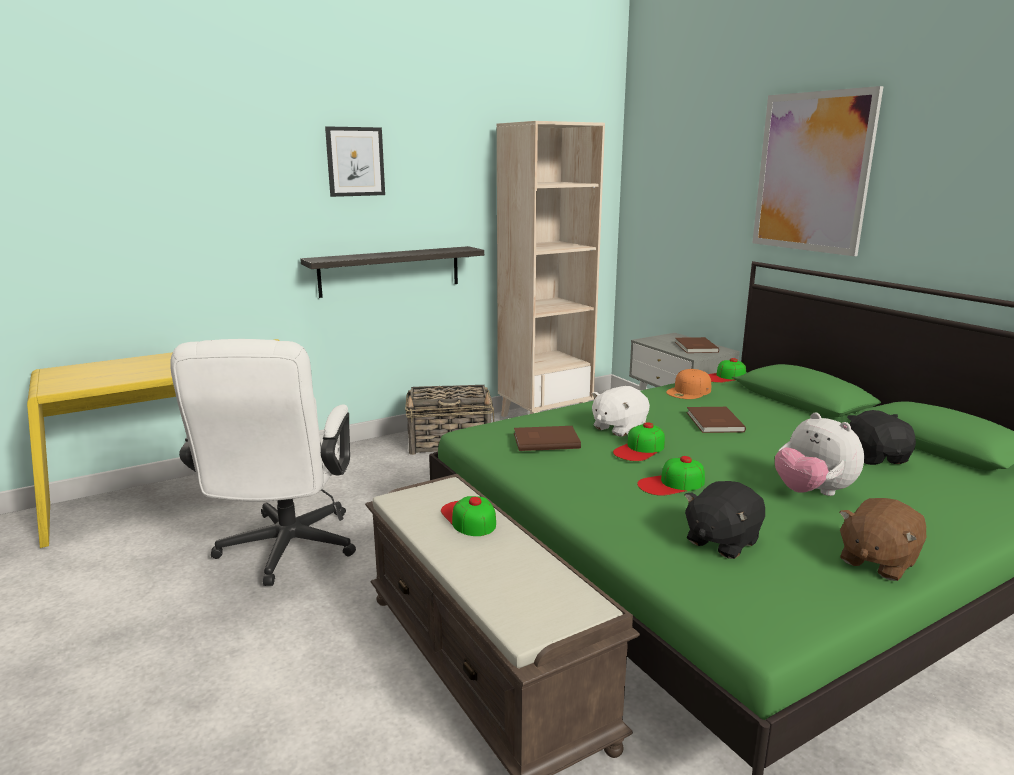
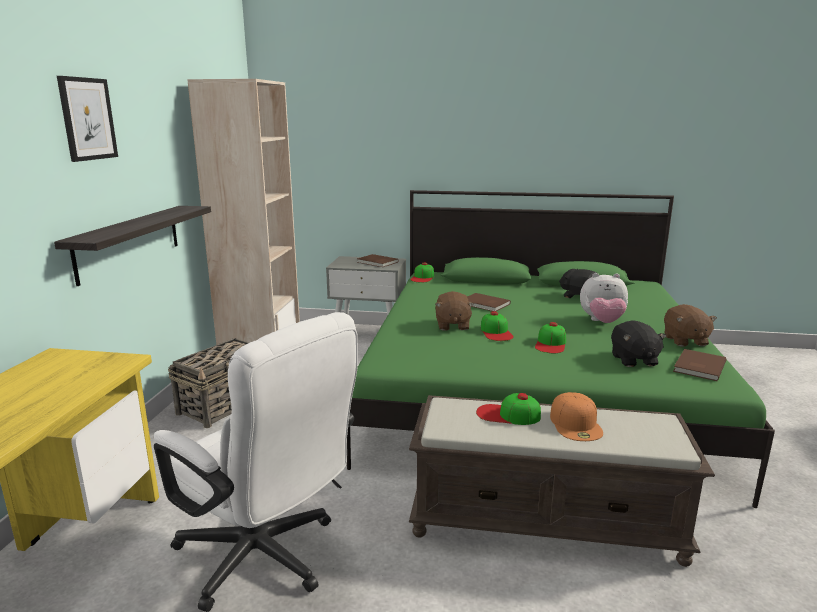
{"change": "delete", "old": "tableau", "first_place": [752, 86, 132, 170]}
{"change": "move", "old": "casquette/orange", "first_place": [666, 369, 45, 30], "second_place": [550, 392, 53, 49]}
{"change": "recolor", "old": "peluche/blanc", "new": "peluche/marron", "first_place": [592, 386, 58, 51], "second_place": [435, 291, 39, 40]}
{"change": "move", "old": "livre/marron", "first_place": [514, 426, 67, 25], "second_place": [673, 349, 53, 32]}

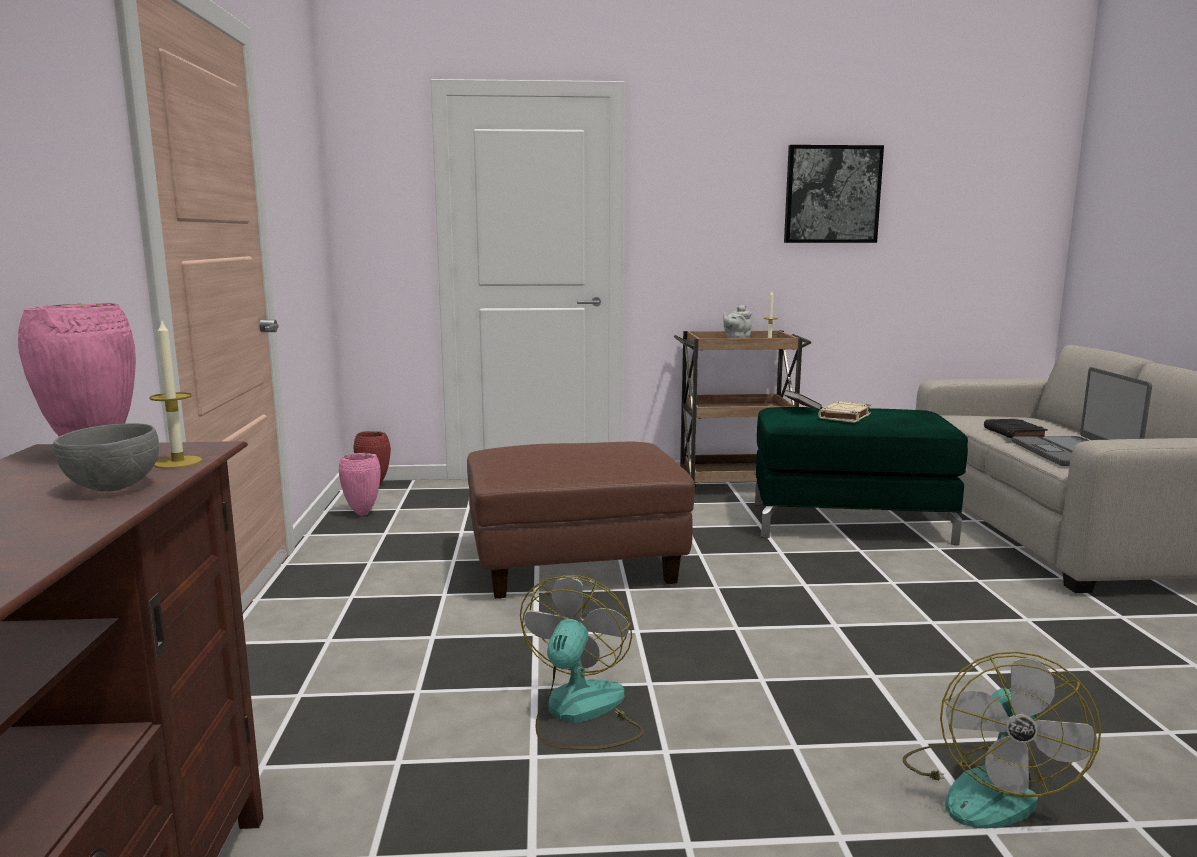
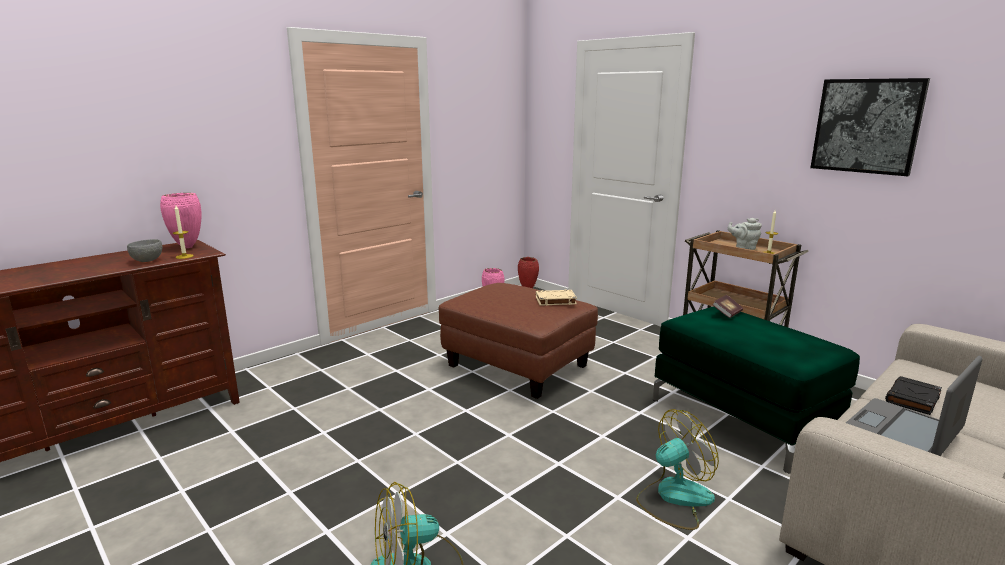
{"change": "move", "old": "livre/beige", "first_place": [818, 401, 53, 22], "second_place": [536, 290, 41, 16]}
{"change": "move", "old": "ventilateur", "first_place": [520, 575, 124, 175], "second_place": [636, 409, 83, 121]}

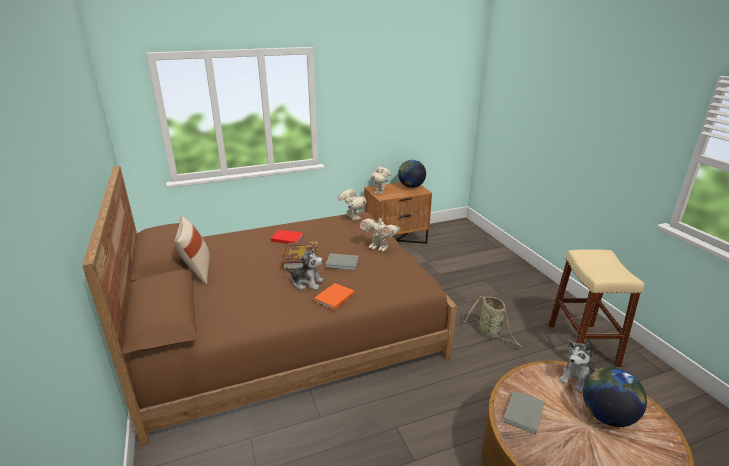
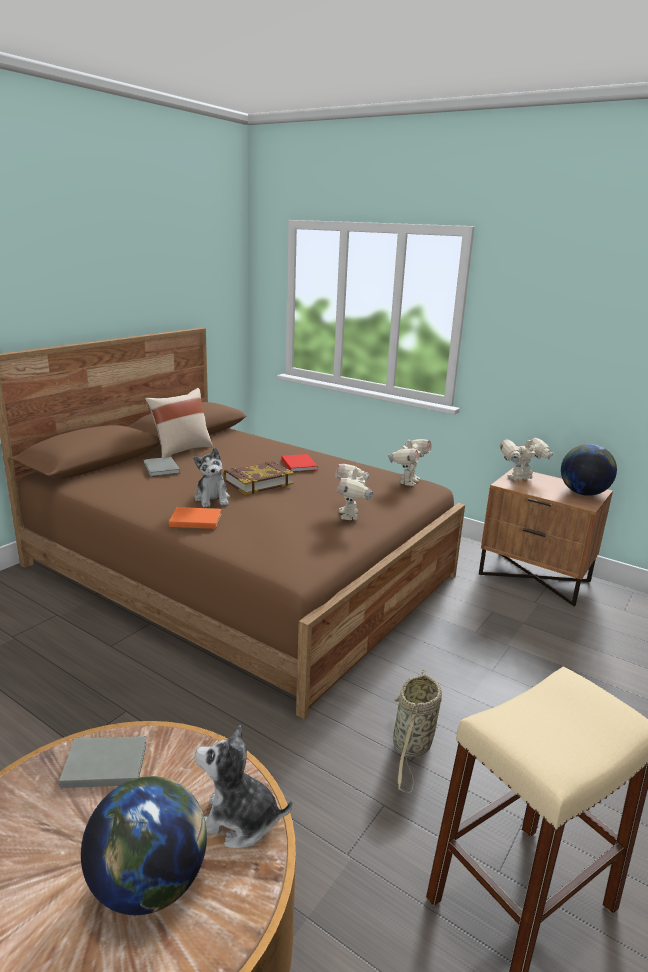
{"change": "move", "old": "livre/gris", "first_place": [325, 253, 34, 17], "second_place": [143, 457, 37, 20]}

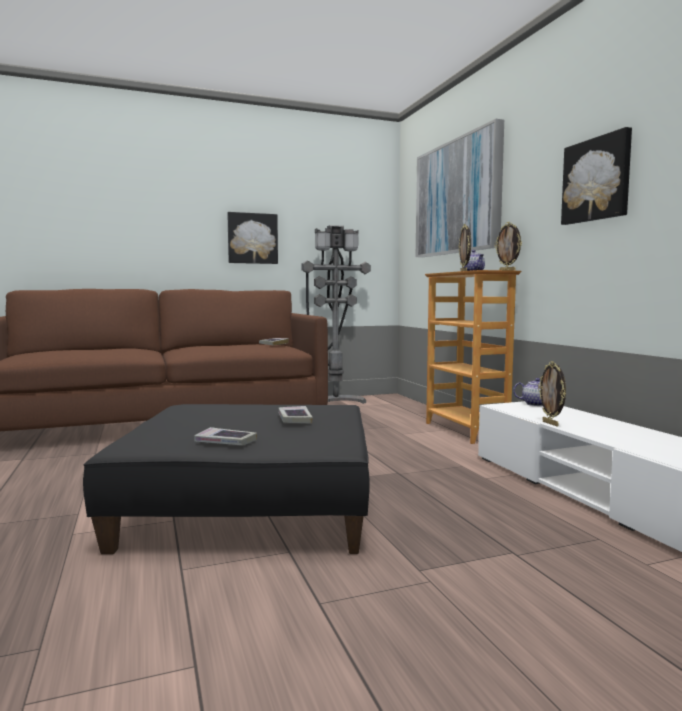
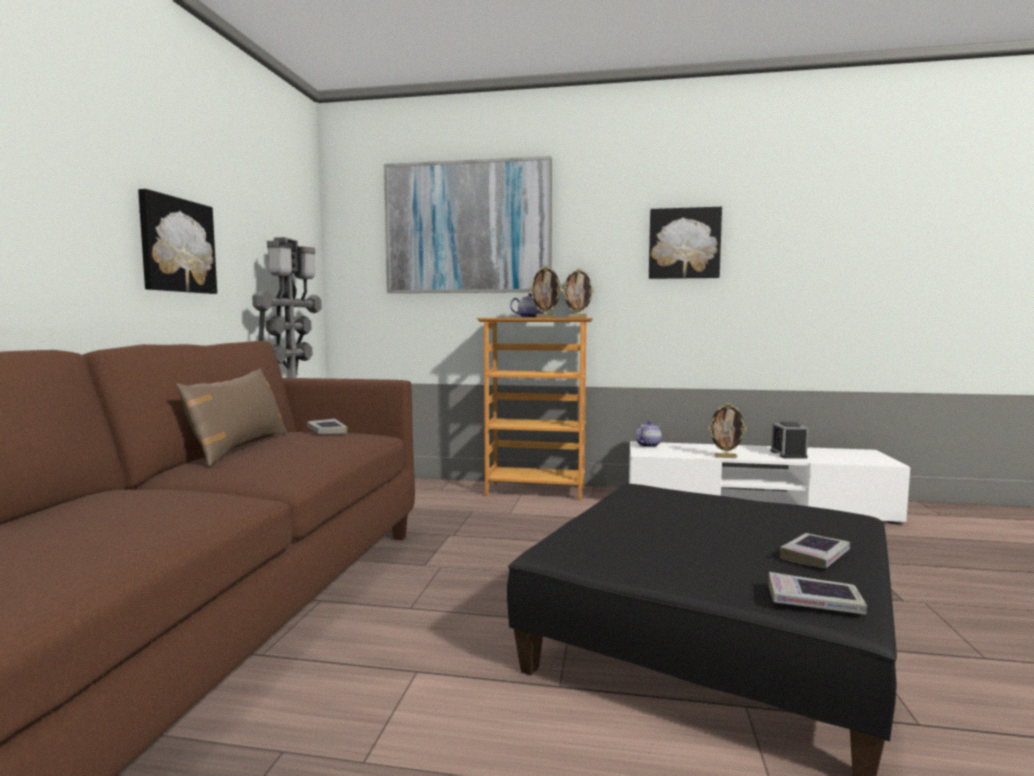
{"change": "move", "old": "livre", "first_place": [278, 406, 35, 18], "second_place": [769, 572, 98, 43]}
{"change": "insert", "new": "coussin/marron", "second_place": [176, 368, 111, 99]}
{"change": "insert", "new": "réveil", "second_place": [771, 422, 37, 37]}

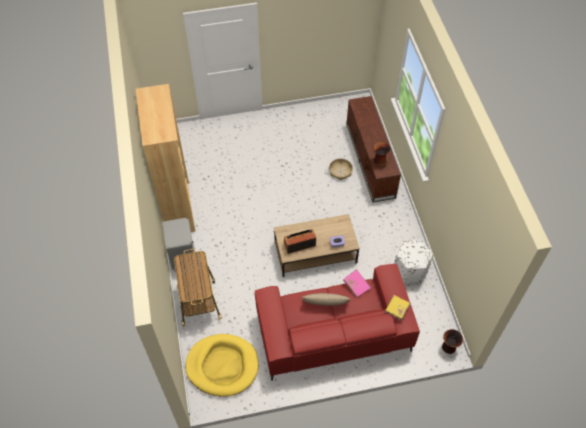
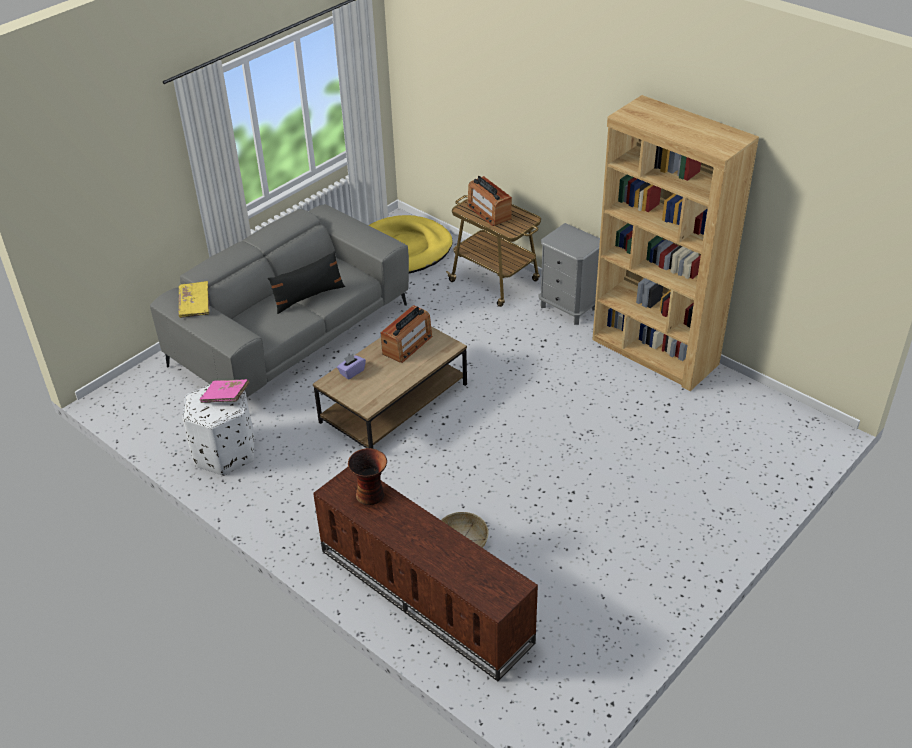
{"change": "recolor", "old": "canapé/rouge", "new": "canapé/gris", "first_place": [255, 264, 165, 117], "second_place": [150, 204, 259, 193]}
{"change": "move", "old": "livre/rose", "first_place": [343, 269, 28, 29], "second_place": [199, 379, 51, 24]}
{"change": "recolor", "old": "coussin/beige", "new": "coussin/noir", "first_place": [302, 293, 48, 12], "second_place": [268, 251, 77, 63]}
{"change": "delete", "old": "vase", "first_place": [442, 329, 21, 25]}
{"change": "insert", "new": "radio", "second_place": [467, 176, 45, 50]}

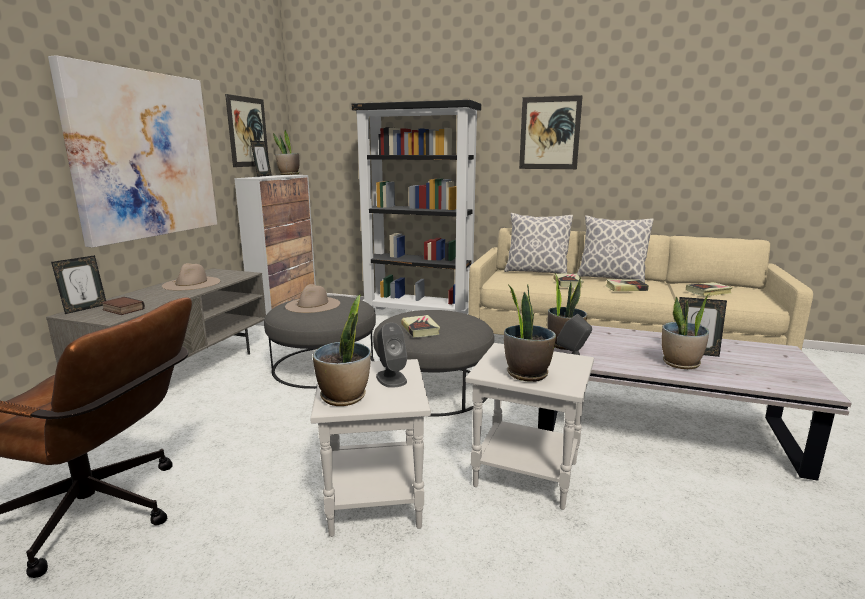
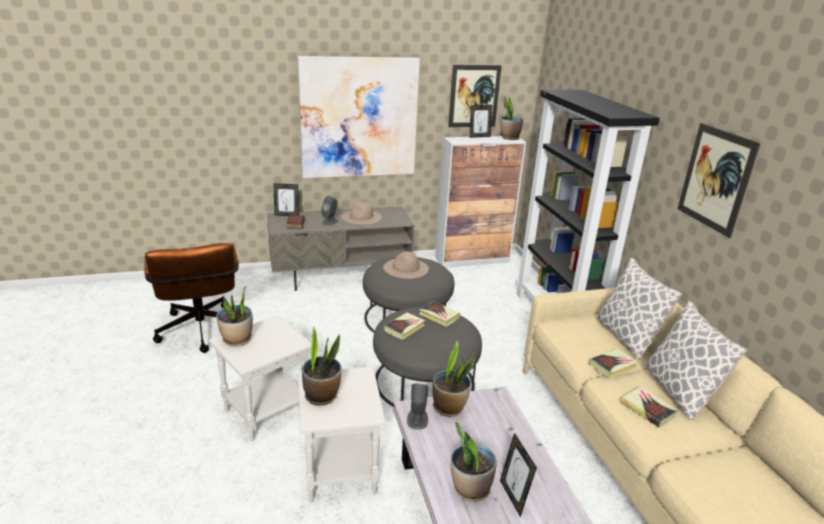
{"change": "move", "old": "livre", "first_place": [686, 282, 47, 14], "second_place": [419, 301, 41, 26]}
{"change": "move", "old": "enceinte/gris", "first_place": [376, 322, 31, 66], "second_place": [321, 196, 17, 29]}

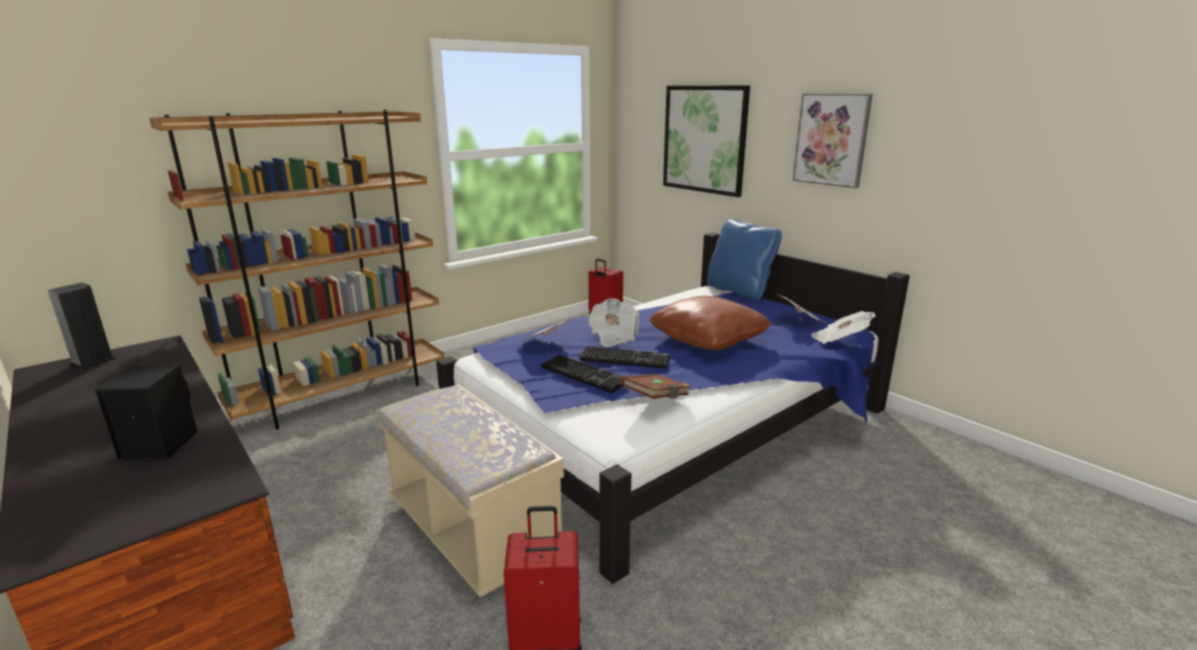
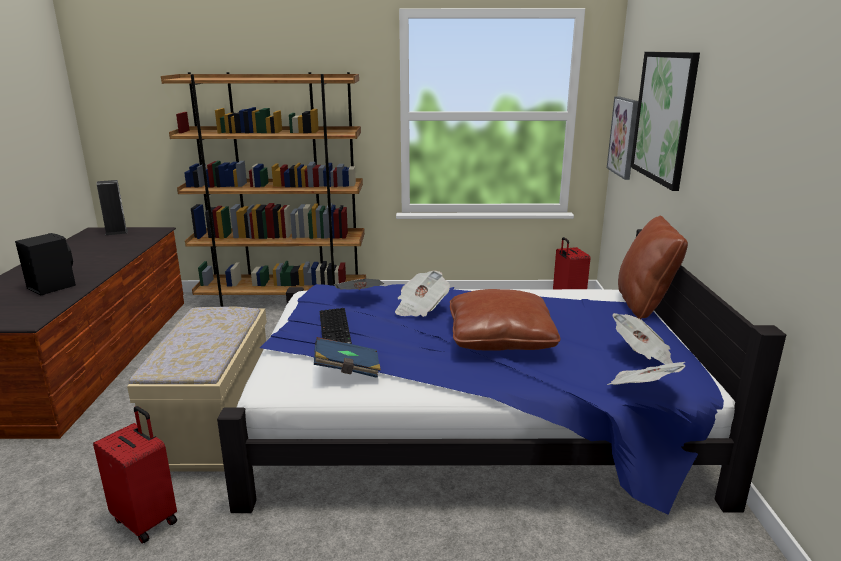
{"change": "move", "old": "tableau", "first_place": [793, 93, 80, 95], "second_place": [607, 96, 31, 84]}
{"change": "recolor", "old": "coussin/bleu", "new": "coussin/marron", "first_place": [707, 219, 75, 82], "second_place": [618, 216, 70, 103]}
{"change": "delete", "old": "clavier", "first_place": [579, 346, 91, 23]}
{"change": "recolor", "old": "livre/marron", "new": "livre/bleu", "first_place": [619, 374, 72, 25], "second_place": [314, 337, 67, 41]}

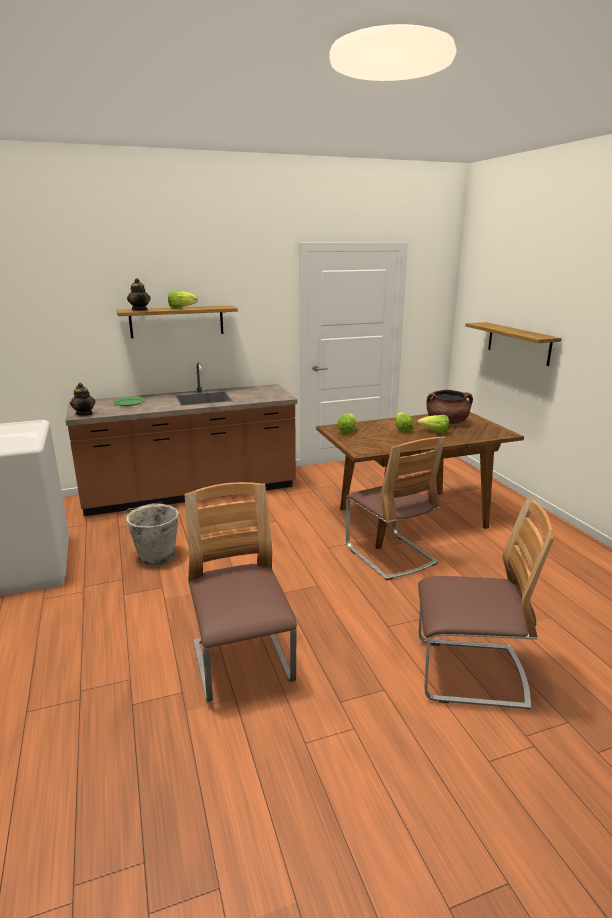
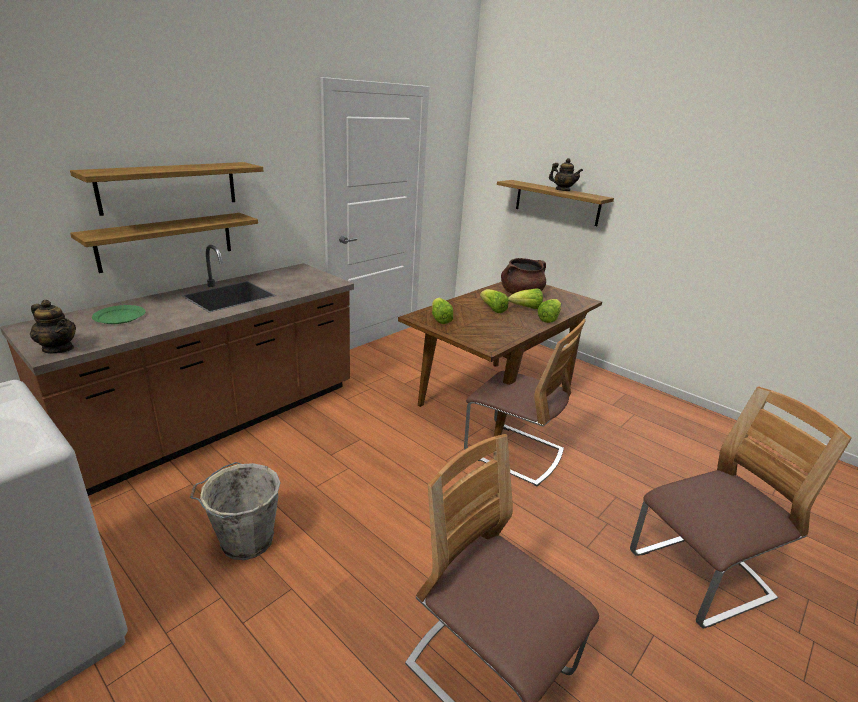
{"change": "move", "old": "théière", "first_place": [127, 278, 24, 33], "second_place": [549, 158, 34, 33]}
{"change": "move", "old": "laitue", "first_place": [168, 291, 30, 18], "second_place": [537, 299, 24, 24]}
{"change": "insert", "new": "étagère", "second_place": [70, 213, 188, 60]}

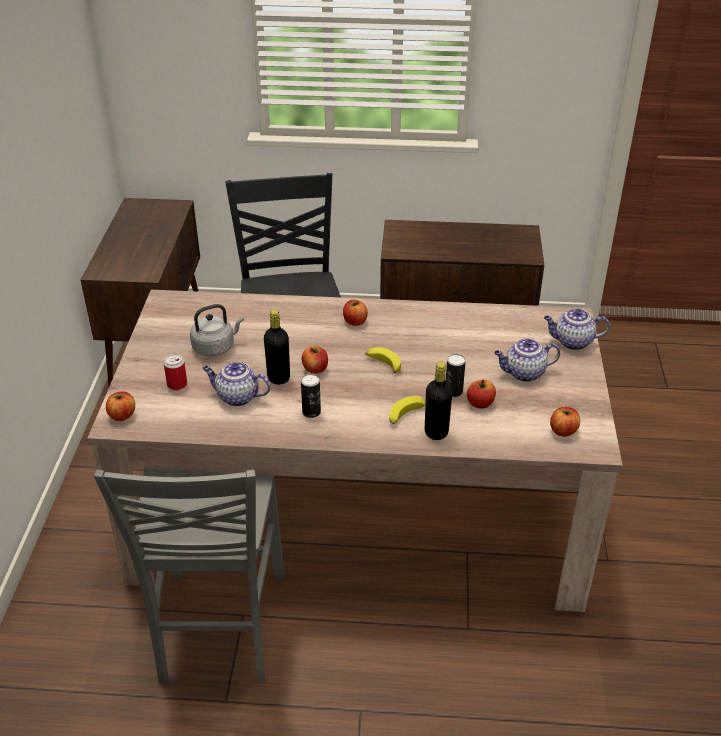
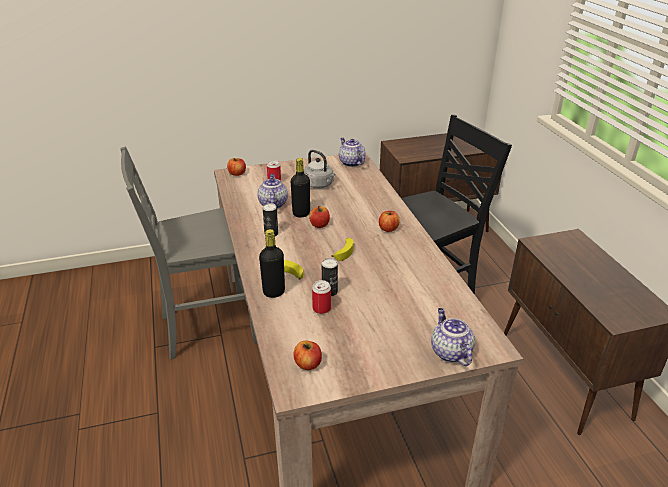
{"change": "move", "old": "théière", "first_place": [494, 338, 66, 44], "second_place": [339, 138, 26, 29]}
{"change": "replace", "old": "pomme", "new": "boîte métallique", "first_place": [467, 379, 29, 30], "second_place": [312, 280, 19, 34]}

